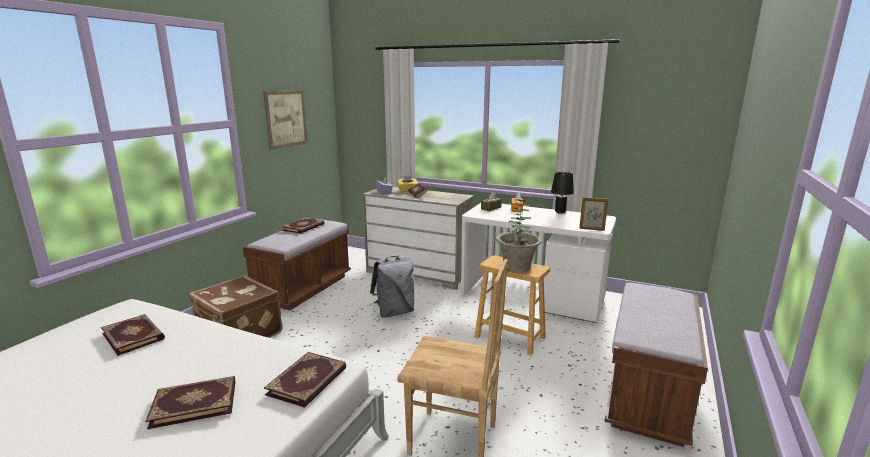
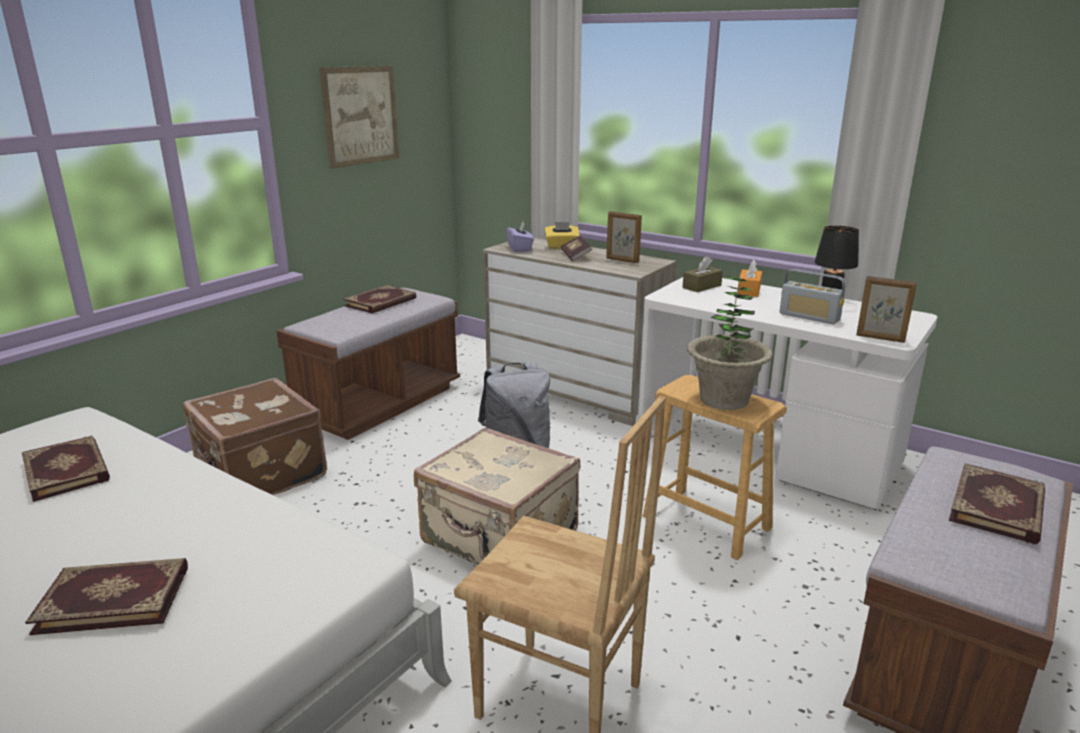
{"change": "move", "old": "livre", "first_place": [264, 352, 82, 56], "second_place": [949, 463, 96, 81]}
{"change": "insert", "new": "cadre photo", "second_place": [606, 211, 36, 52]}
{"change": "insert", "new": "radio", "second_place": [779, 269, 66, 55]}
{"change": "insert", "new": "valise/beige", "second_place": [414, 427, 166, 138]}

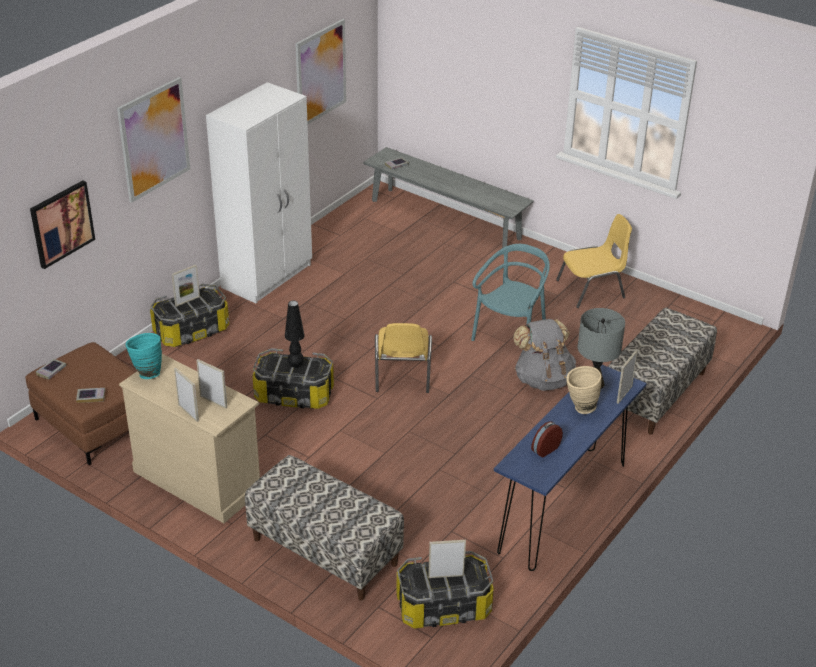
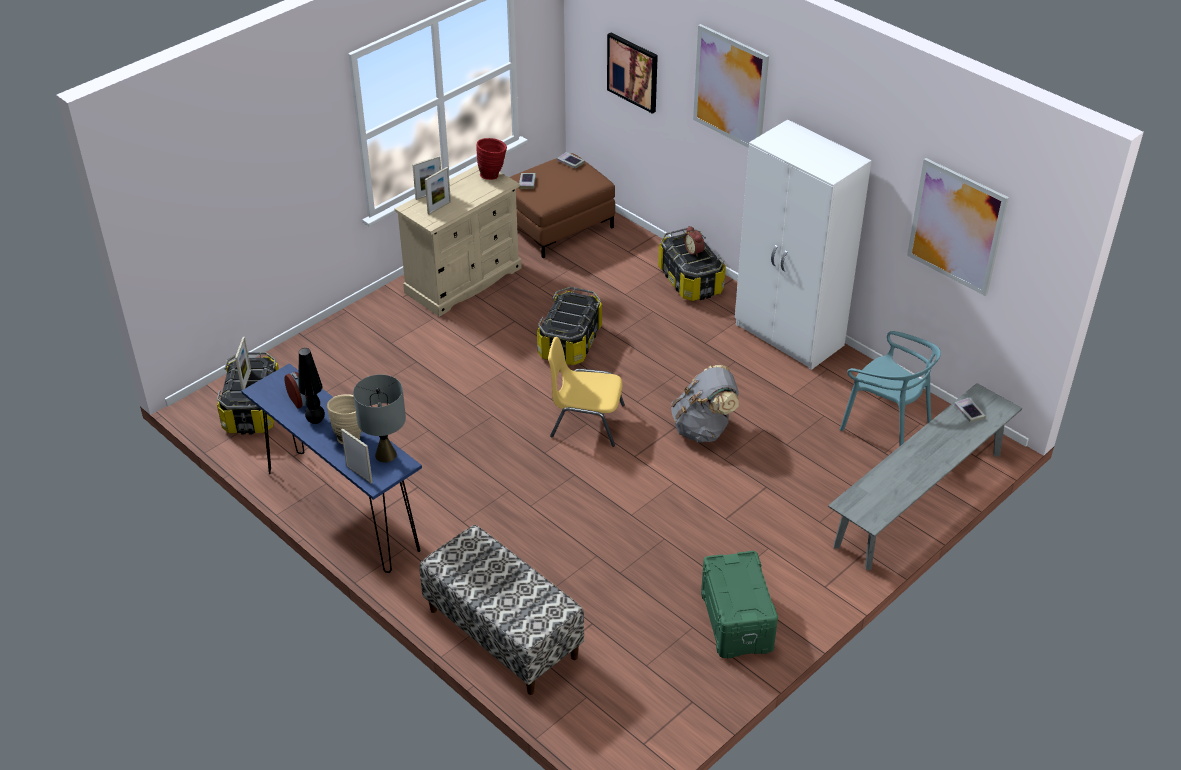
{"change": "replace", "old": "chaise/jaune", "new": "boîte de rangement/vert", "first_place": [556, 214, 76, 94], "second_place": [701, 551, 77, 107]}
{"change": "move", "old": "chaise/turquoise", "first_place": [471, 244, 79, 97], "second_place": [840, 331, 101, 115]}
{"change": "replace", "old": "cadre photo", "new": "réveil", "first_place": [172, 265, 28, 42], "second_place": [684, 226, 21, 31]}
{"change": "move", "old": "lampe de table/noir", "first_place": [285, 300, 20, 68], "second_place": [298, 348, 27, 76]}
{"change": "move", "old": "sac à dos/gris", "first_place": [513, 319, 63, 72], "second_place": [671, 365, 68, 78]}
{"change": "recolor", "old": "vase/turquoise", "new": "vase/rouge", "first_place": [125, 333, 37, 46], "second_place": [476, 138, 31, 42]}
{"change": "delete", "old": "banc", "first_place": [245, 455, 159, 146]}

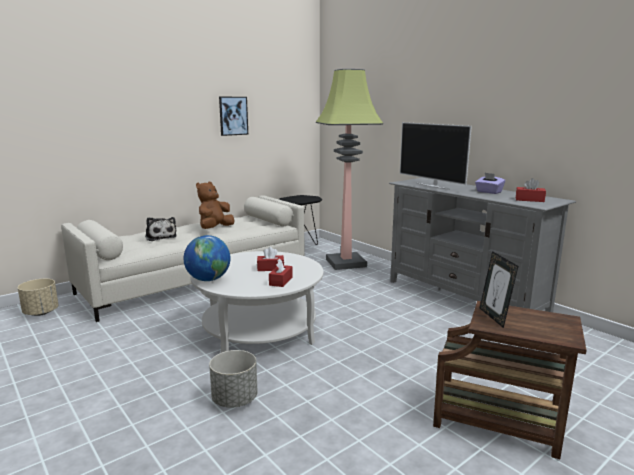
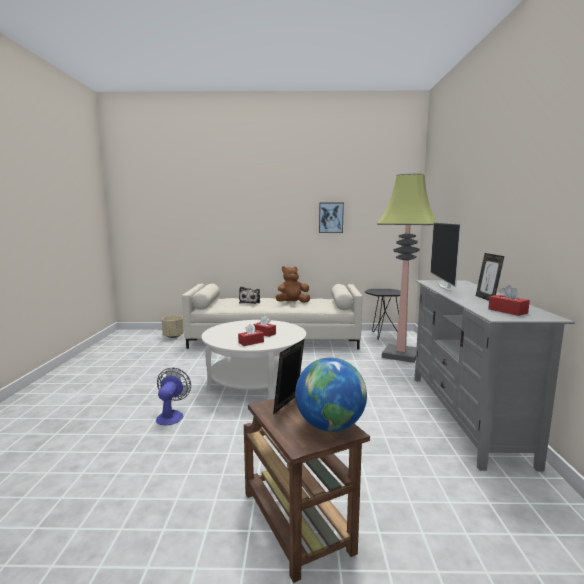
{"change": "replace", "old": "boîte à mouchoirs/violet", "new": "cadre photo", "first_place": [475, 173, 30, 21], "second_place": [476, 253, 28, 48]}
{"change": "move", "old": "globe", "first_place": [184, 235, 47, 46], "second_place": [295, 357, 72, 75]}
{"change": "replace", "old": "cache-pot/gris", "new": "ventilateur", "first_place": [209, 350, 49, 58], "second_place": [156, 368, 35, 57]}

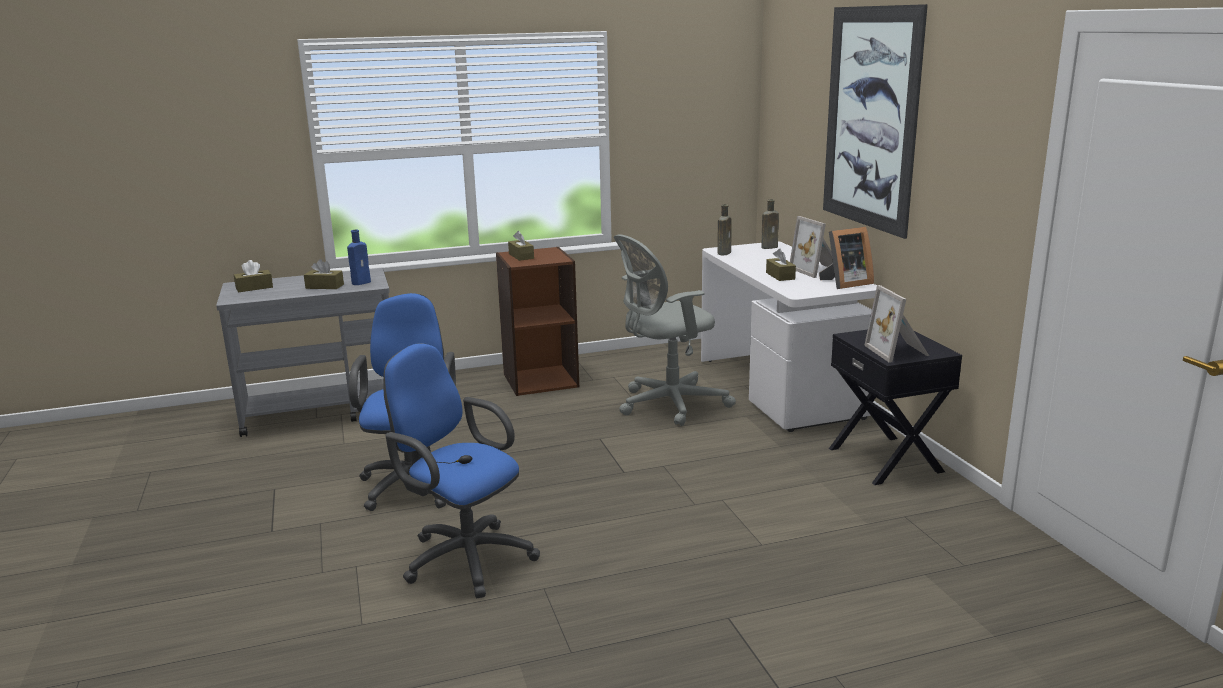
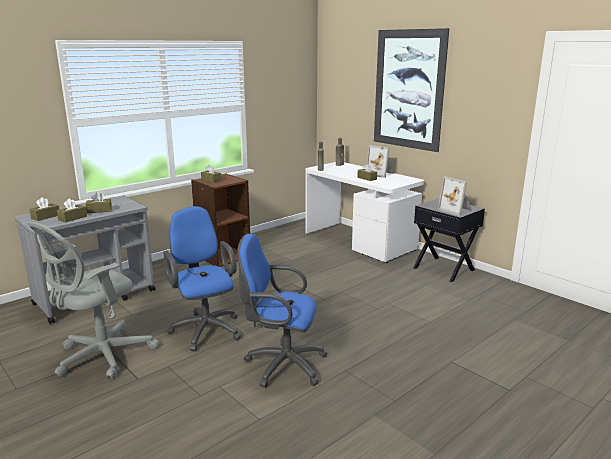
{"change": "delete", "old": "cadre photo", "first_place": [819, 227, 55, 62]}
{"change": "delete", "old": "bouteille/bleu", "first_place": [347, 230, 24, 55]}
{"change": "move", "old": "chaise de bureau/gris", "first_place": [614, 234, 122, 192], "second_place": [27, 222, 132, 157]}
{"change": "insert", "new": "boîte à mouchoirs/marron", "second_place": [57, 198, 30, 25]}

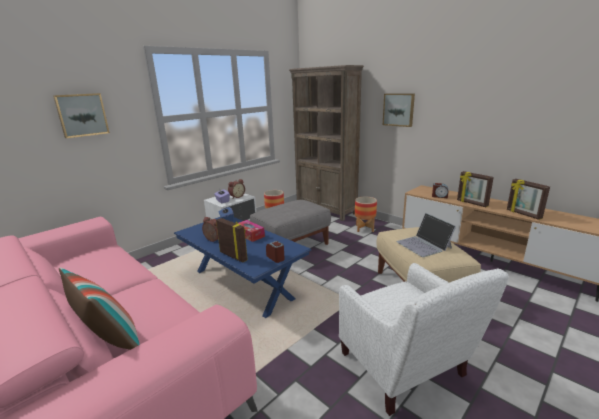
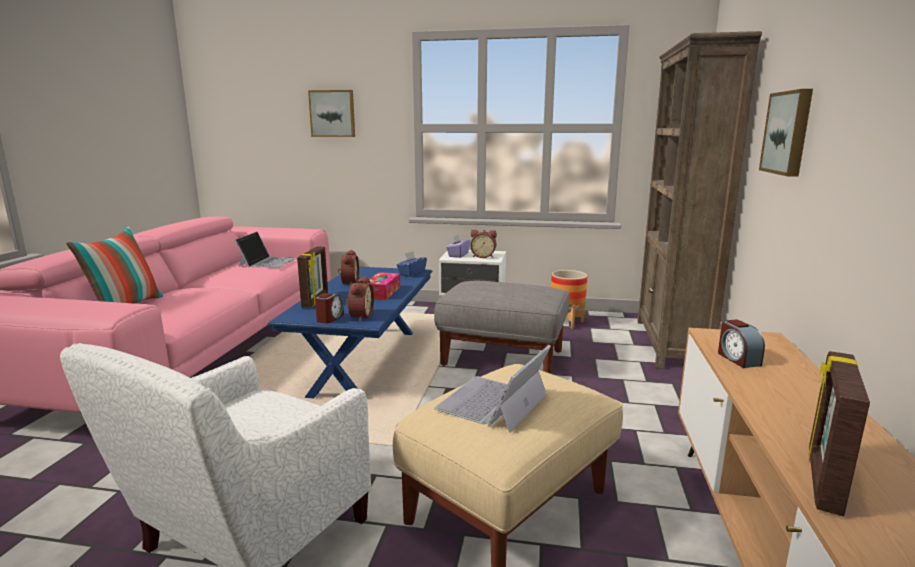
{"change": "delete", "old": "cadre photo", "first_place": [457, 171, 37, 36]}
{"change": "delete", "old": "cache-pot", "first_place": [355, 197, 22, 35]}
{"change": "insert", "new": "ordinateur portable", "second_place": [235, 231, 61, 37]}
{"change": "insert", "new": "réveil", "second_place": [346, 276, 28, 46]}

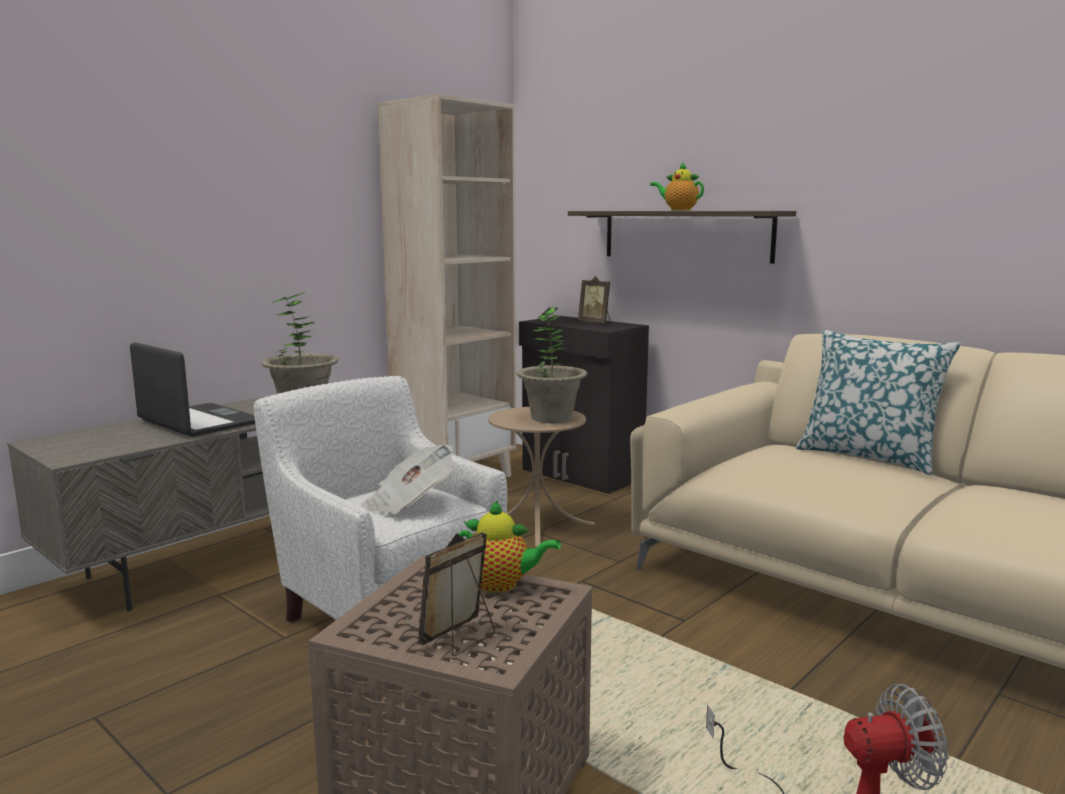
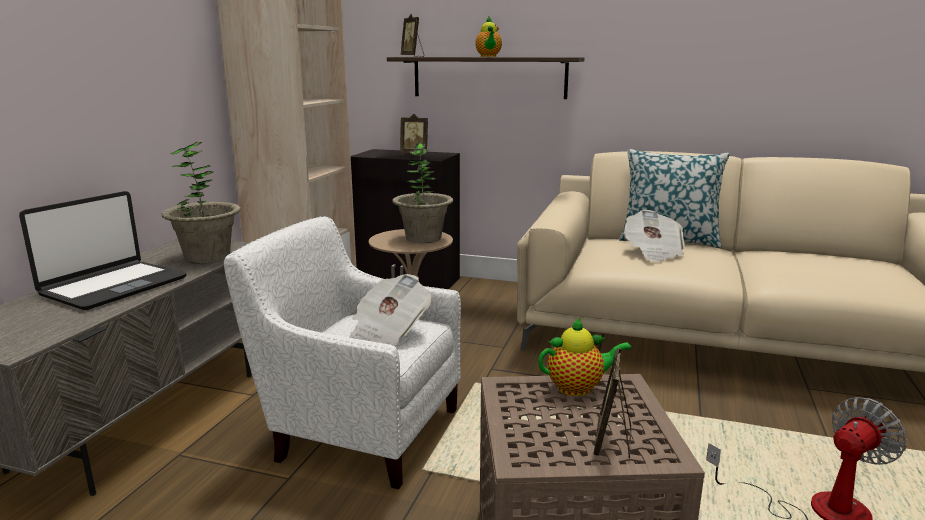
{"change": "rotate", "old": "théière", "first_place": [650, 162, 54, 49], "second_place": [475, 17, 27, 40], "degrees": -105}
{"change": "rotate", "old": "ordinateur portable", "first_place": [130, 342, 125, 95], "second_place": [19, 191, 167, 119], "degrees": 105}
{"change": "insert", "new": "cadre photo", "second_place": [400, 14, 24, 43]}
{"change": "insert", "new": "journal", "second_place": [624, 210, 61, 52]}

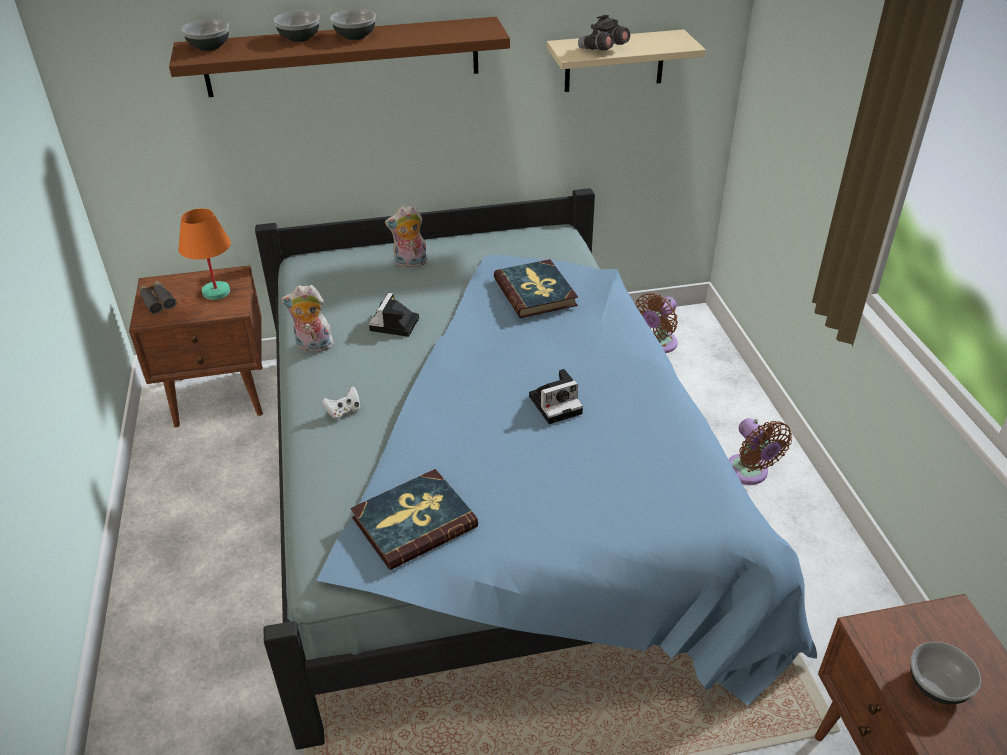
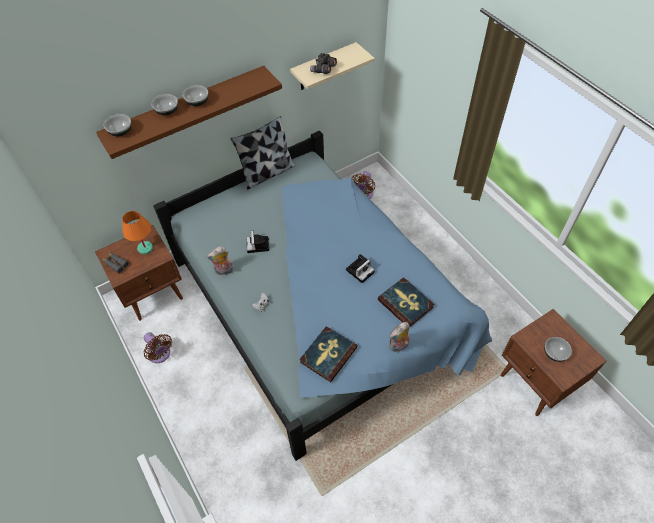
{"change": "move", "old": "peluche", "first_place": [385, 205, 43, 64], "second_place": [389, 322, 21, 30]}
{"change": "move", "old": "livre", "first_place": [494, 259, 84, 59], "second_place": [378, 277, 56, 50]}
{"change": "move", "old": "ventilateur/marron", "first_place": [729, 418, 63, 67], "second_place": [143, 332, 29, 31]}
{"change": "insert", "new": "coussin", "second_place": [231, 116, 64, 74]}

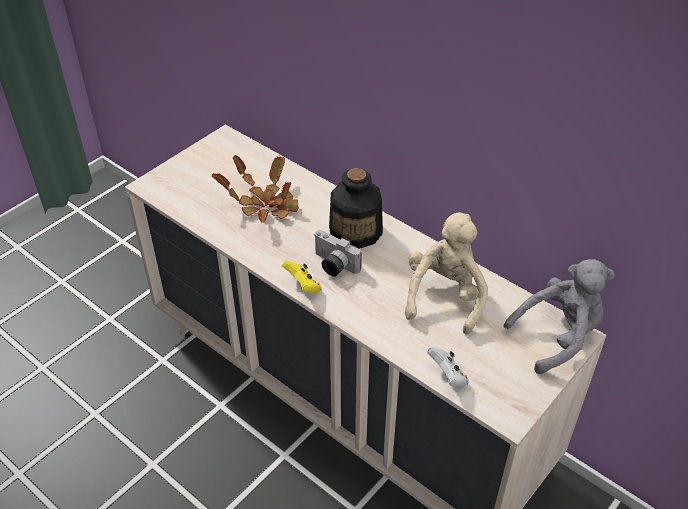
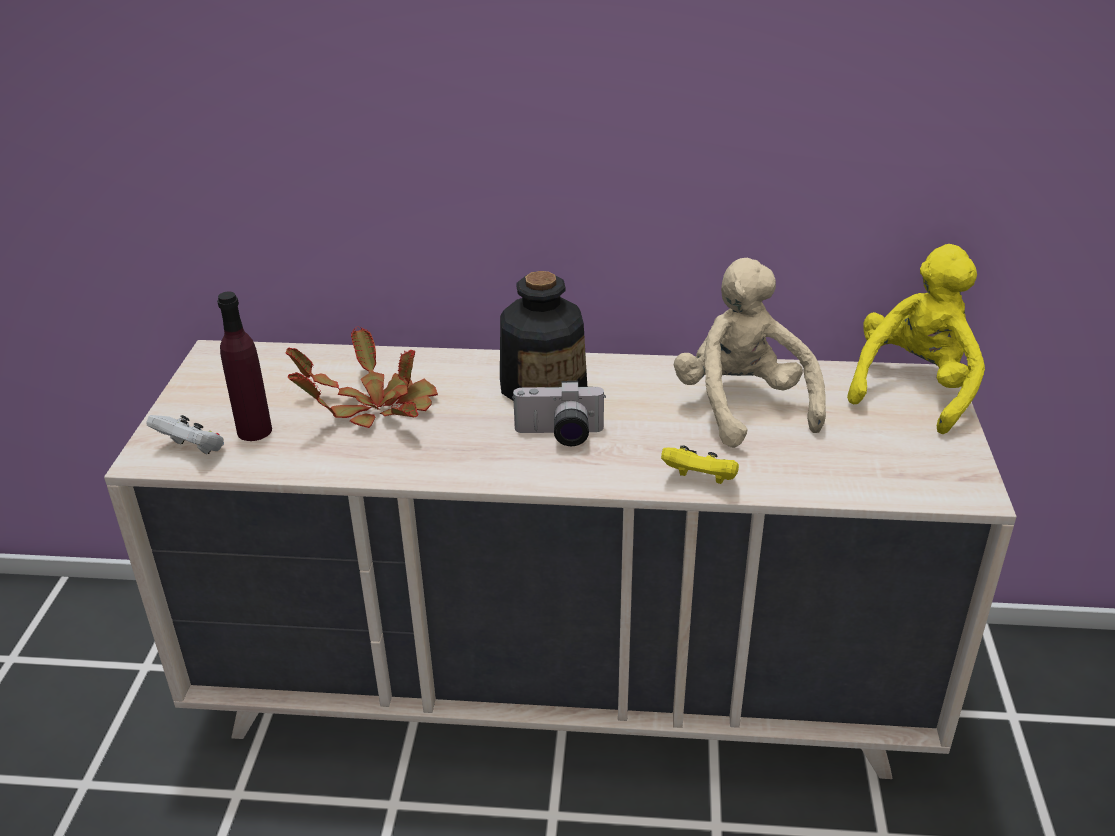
{"change": "recolor", "old": "peluche/gris", "new": "peluche/jaune", "first_place": [504, 259, 111, 115], "second_place": [847, 244, 138, 190]}
{"change": "move", "old": "manette/jaune", "first_place": [282, 261, 40, 33], "second_place": [661, 445, 78, 39]}
{"change": "move", "old": "manette/blanc", "first_place": [427, 347, 42, 41], "second_place": [146, 415, 78, 39]}
{"change": "insert", "new": "bouteille/violet", "second_place": [217, 291, 55, 150]}

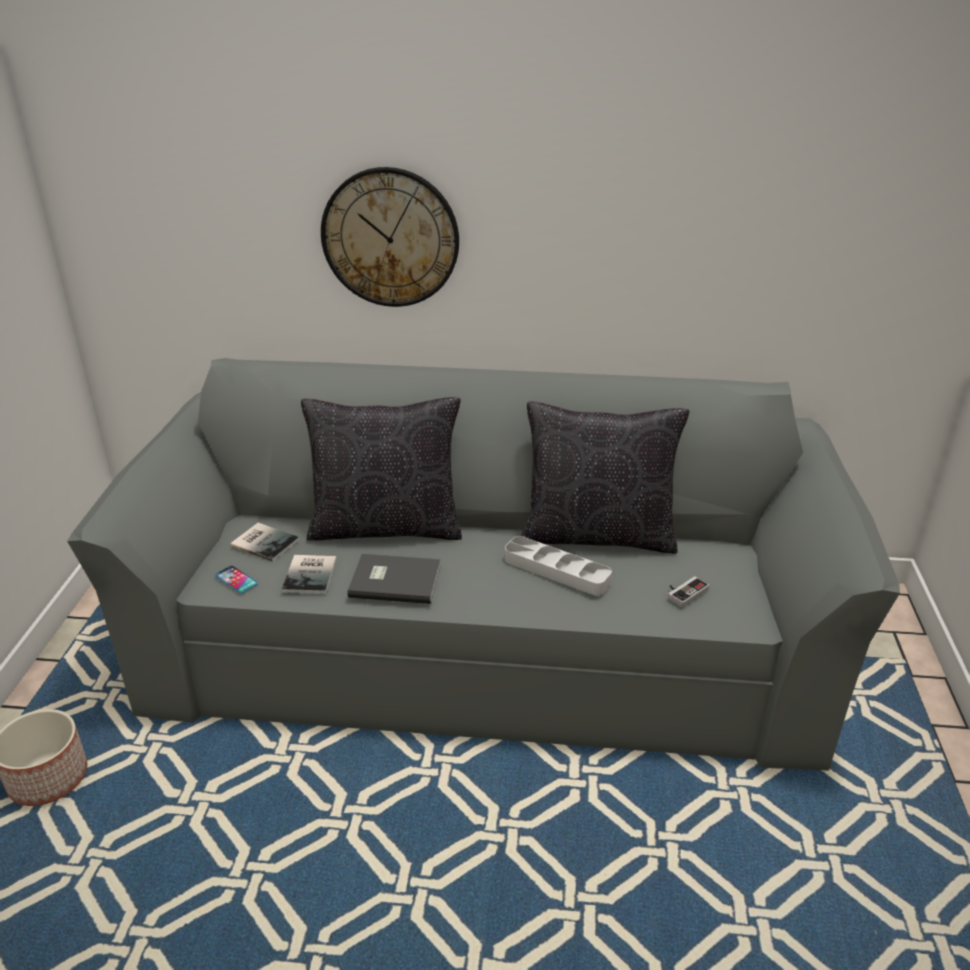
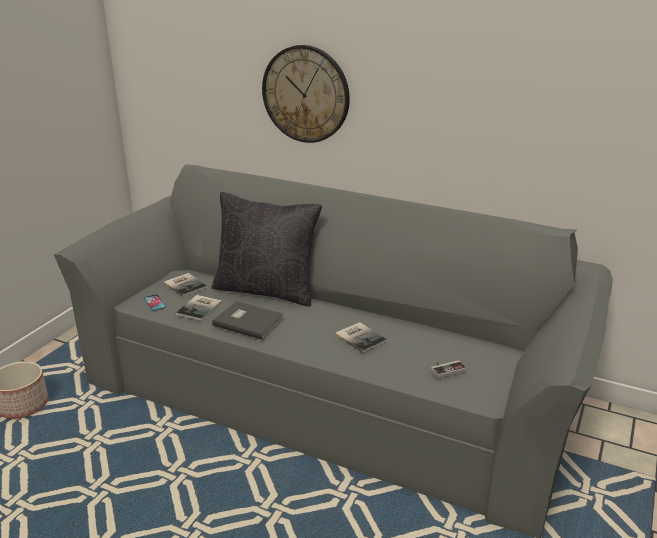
{"change": "delete", "old": "coussin/noir", "first_place": [521, 401, 168, 153]}
{"change": "replace", "old": "plateau/gris", "new": "livre", "first_place": [505, 536, 107, 60], "second_place": [335, 322, 52, 31]}

